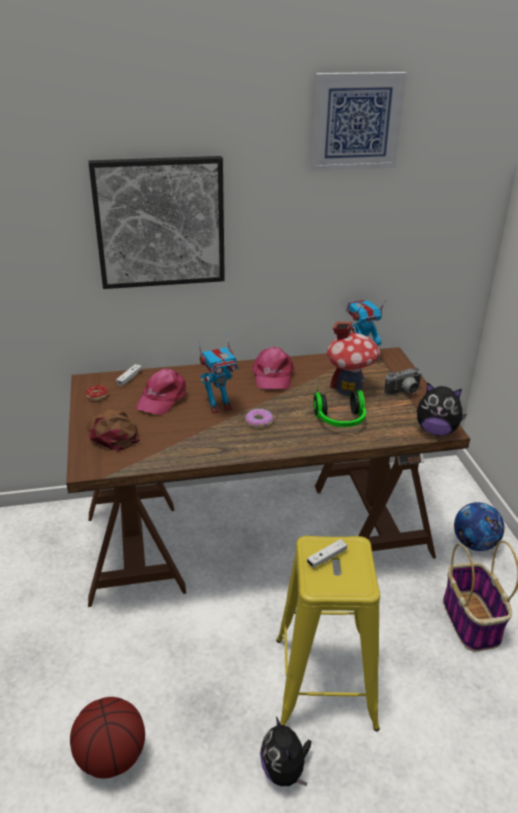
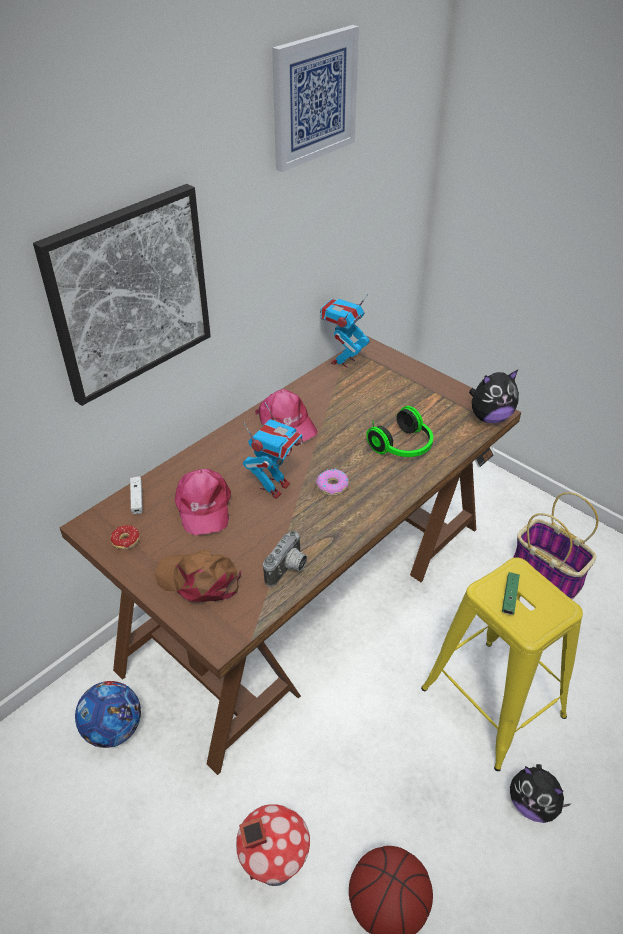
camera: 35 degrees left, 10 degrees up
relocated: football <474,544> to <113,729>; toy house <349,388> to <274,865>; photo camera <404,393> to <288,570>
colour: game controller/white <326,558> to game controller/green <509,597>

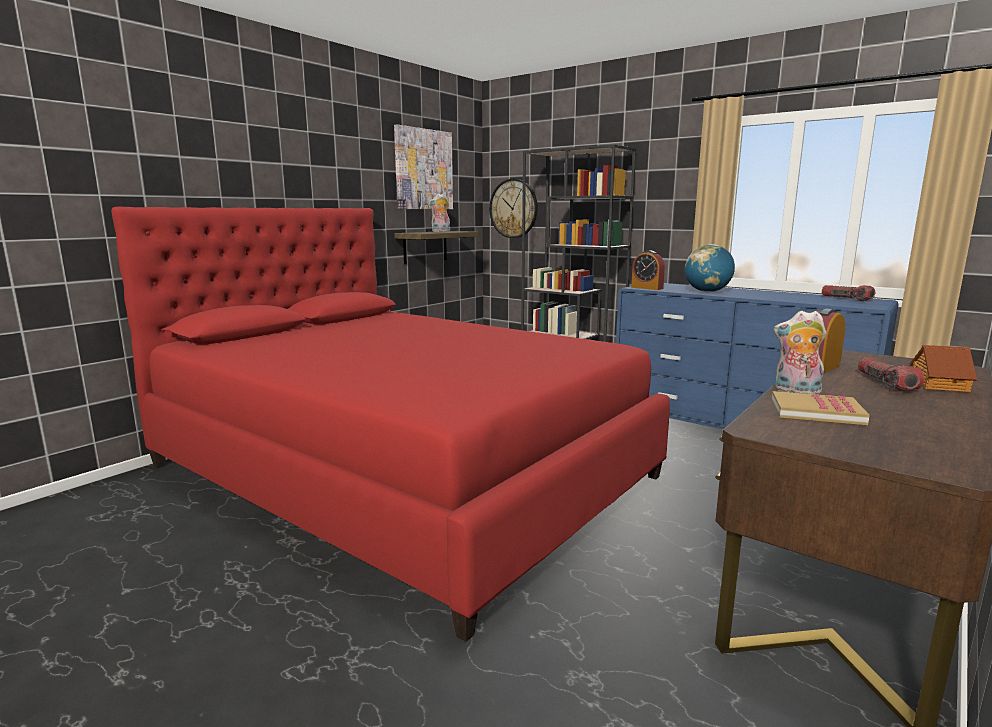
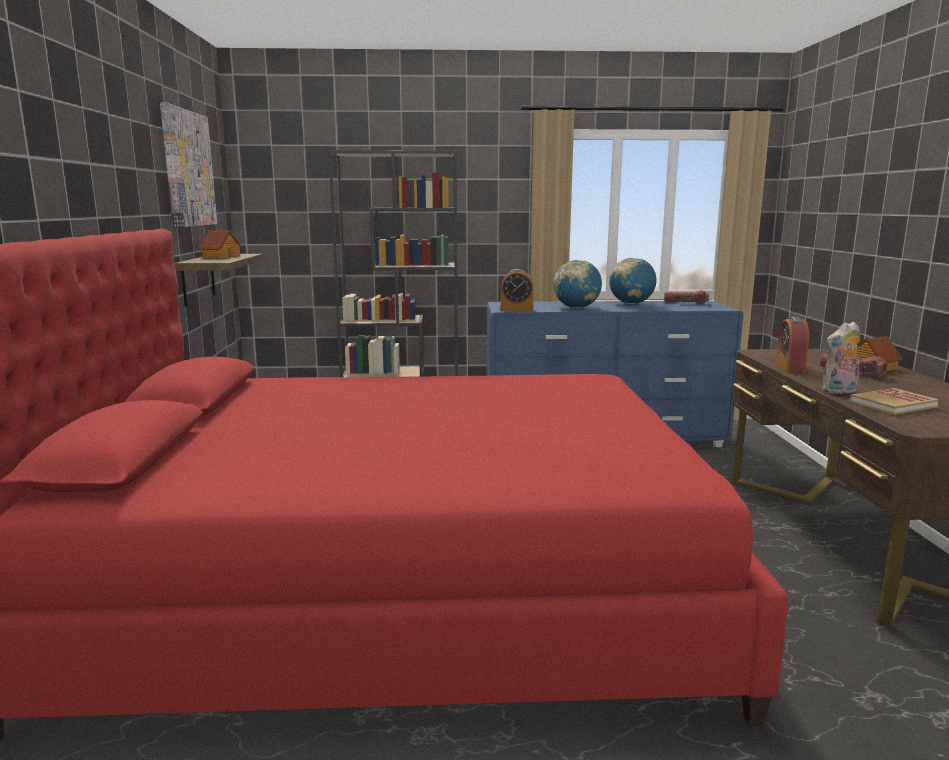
camera: 40 degrees left, 0 degrees up
missing: wall clock <513,208>
appeared: globe <631,303>
exchanged: plush toy <440,231> to toy house <221,256>

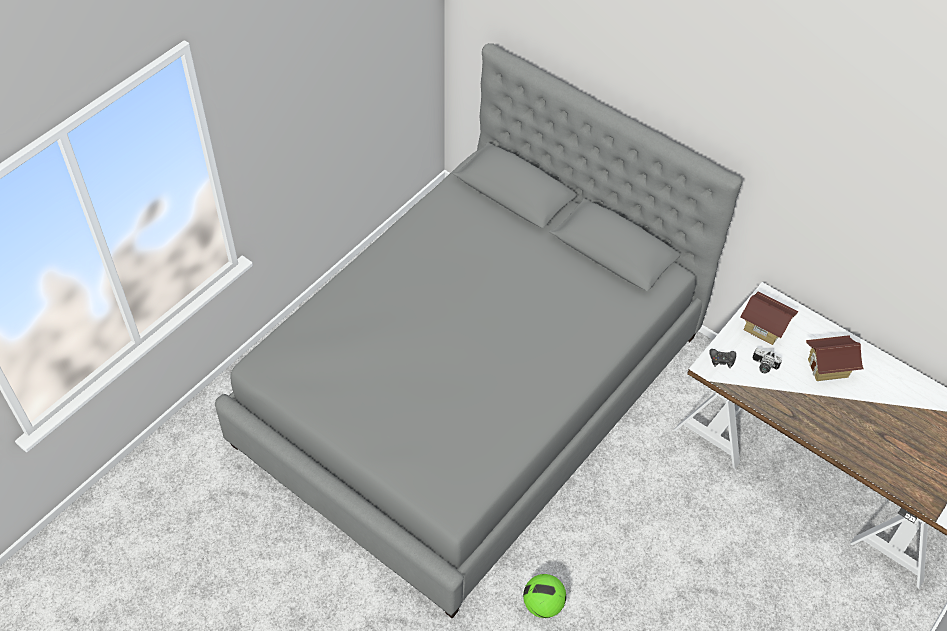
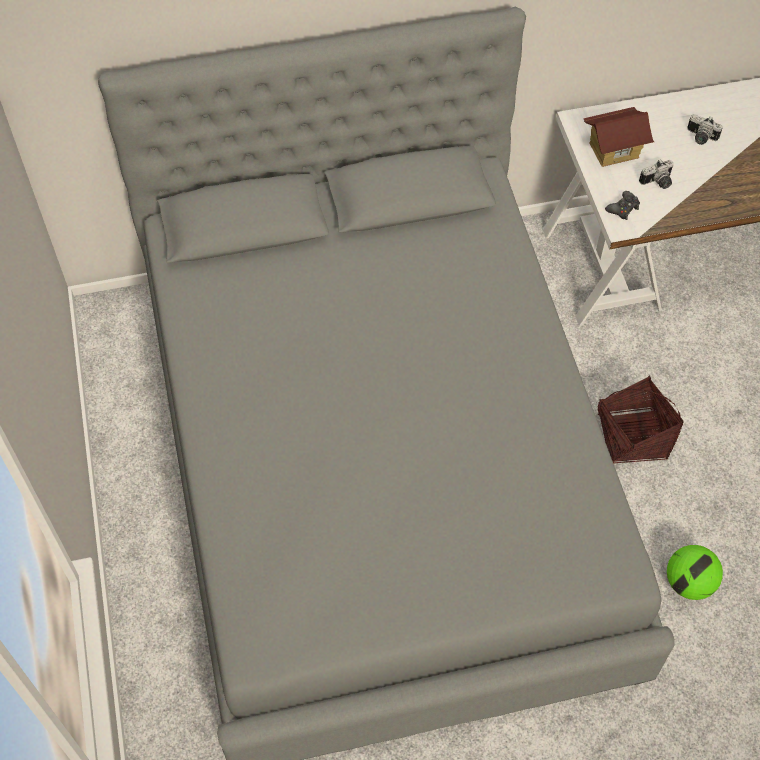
camera: 50 degrees left, 5 degrees up
appeared: basket <631,437>
exchanged: toy house <828,368> to photo camera <700,137>

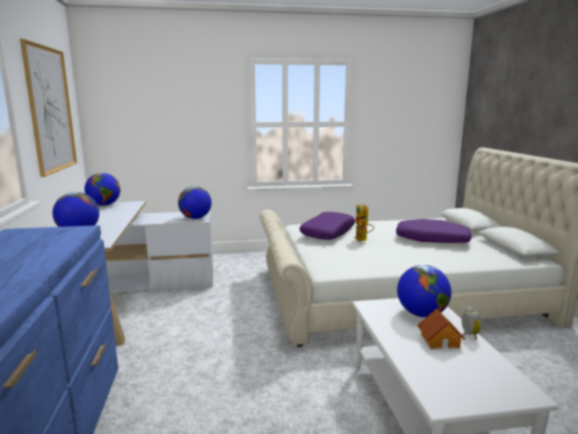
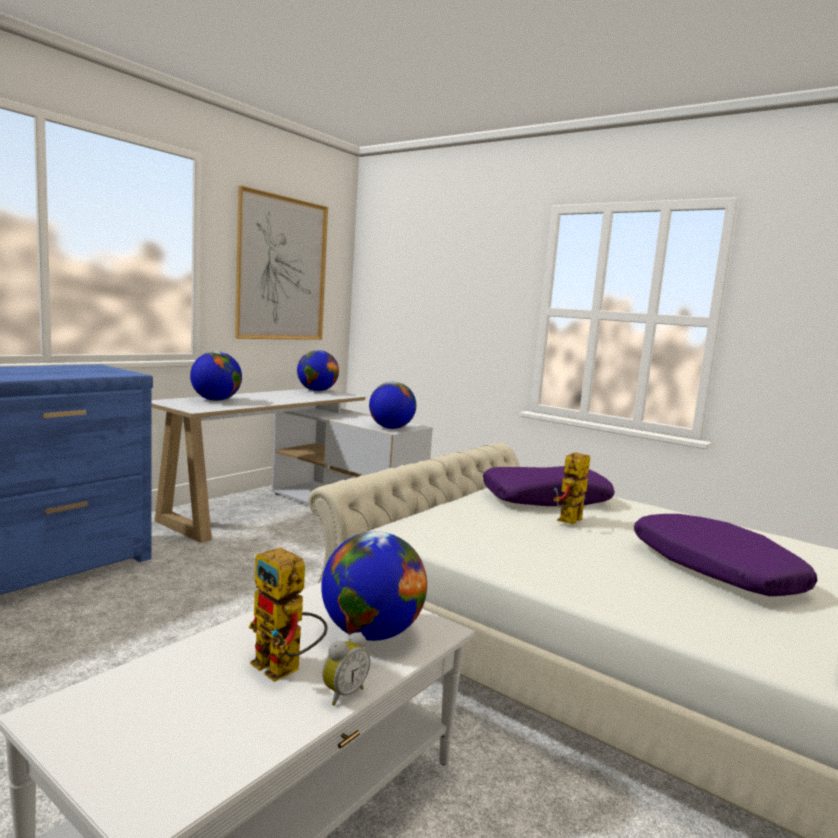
camera: 45 degrees right, 5 degrees down
exchanged: toy house <439,340> to toy robot <285,669>

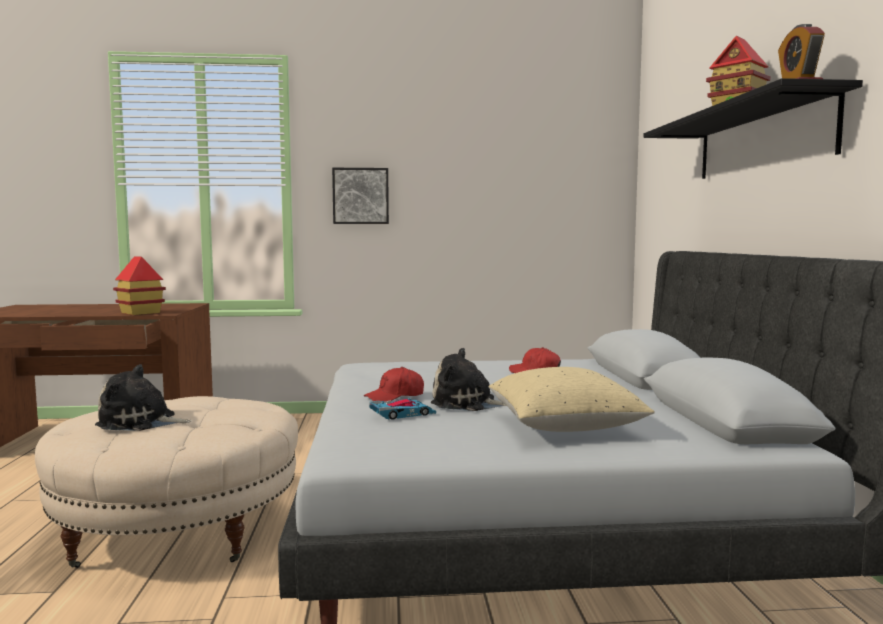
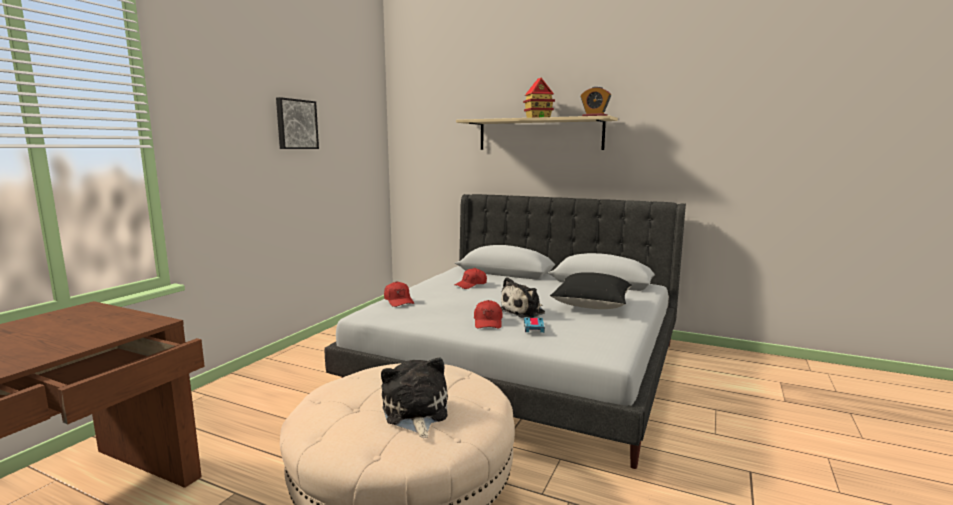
camera: 60 degrees left, 5 degrees up
missing: toy house <140,313>
appeared: cap/red <398,301>
relocated: picture <360,196> to <296,124>
colour: shelf/black <761,140> to shelf/beige <539,134>; pillow/beige <564,426> to pillow/black <591,305>
spun: plush toy <140,422> = <415,413> 135 degrees clockwise

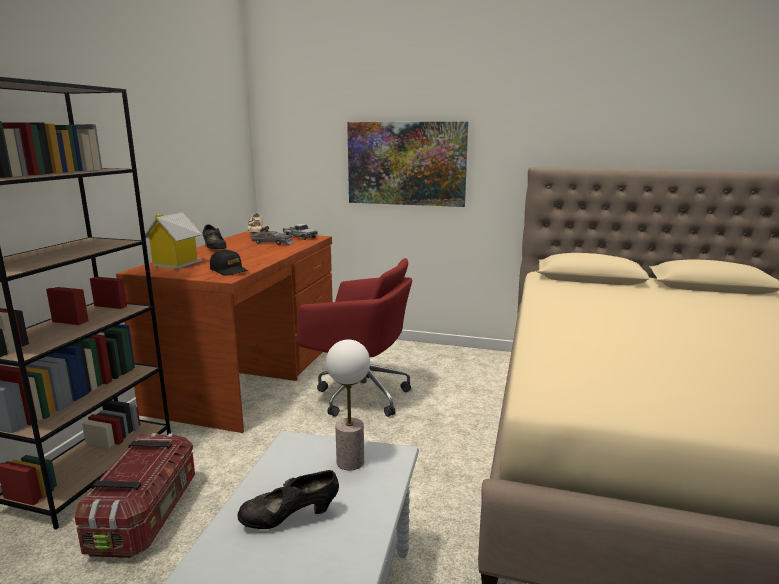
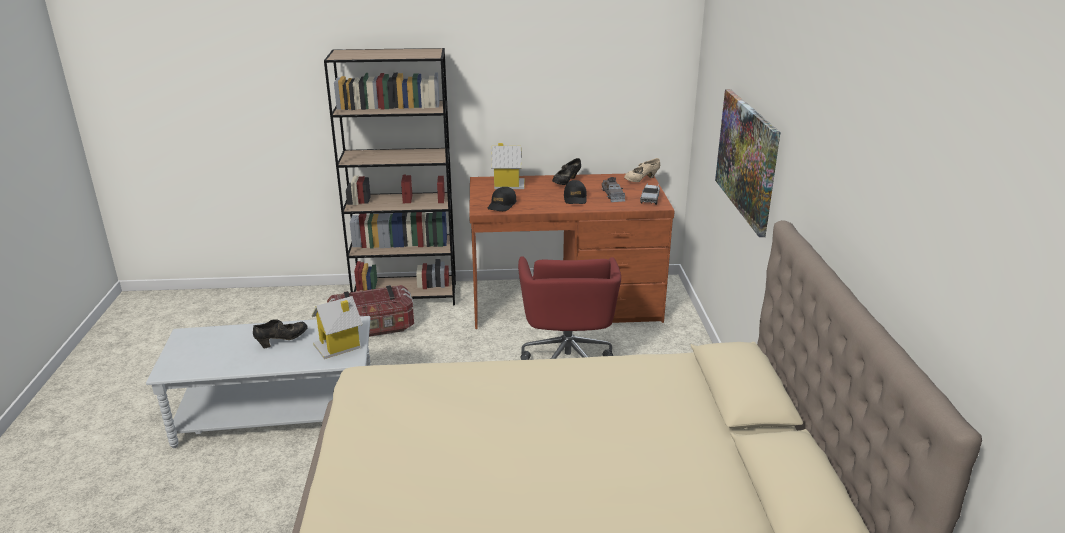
camera: 70 degrees right, 10 degrees up
appeared: cap/black <575,198>
exchanged: table lamp <350,462> to toy house <339,346>
spun: shoe/black <290,518> = <282,341> 90 degrees clockwise

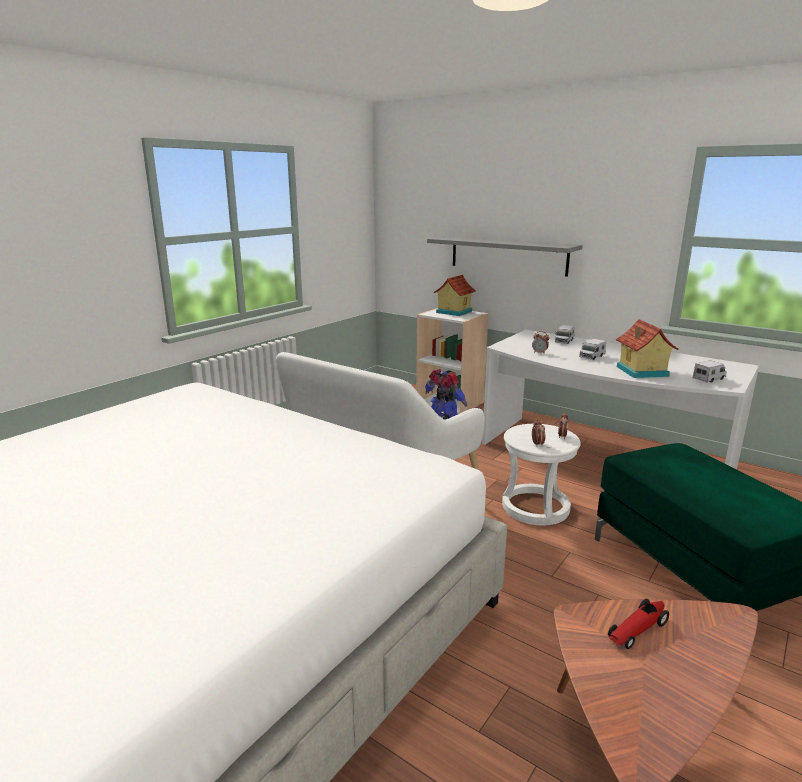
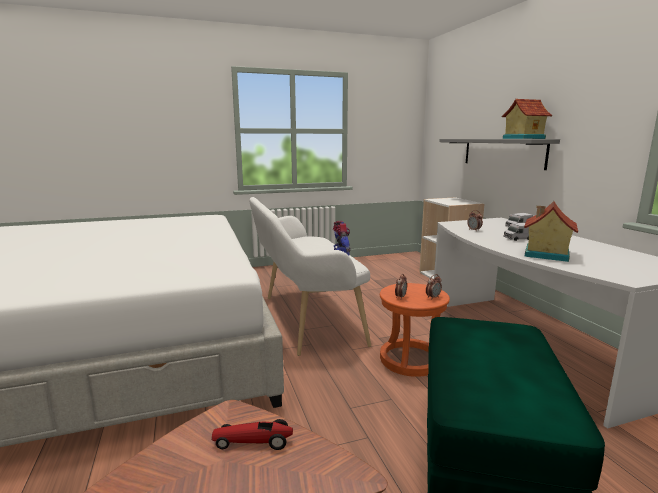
camera: 35 degrees right, 5 degrees down
missing: toy truck <709,379>
relocated: toy house <453,312> to <522,138>
colour: stool/white <535,507> to stool/orange <410,359>

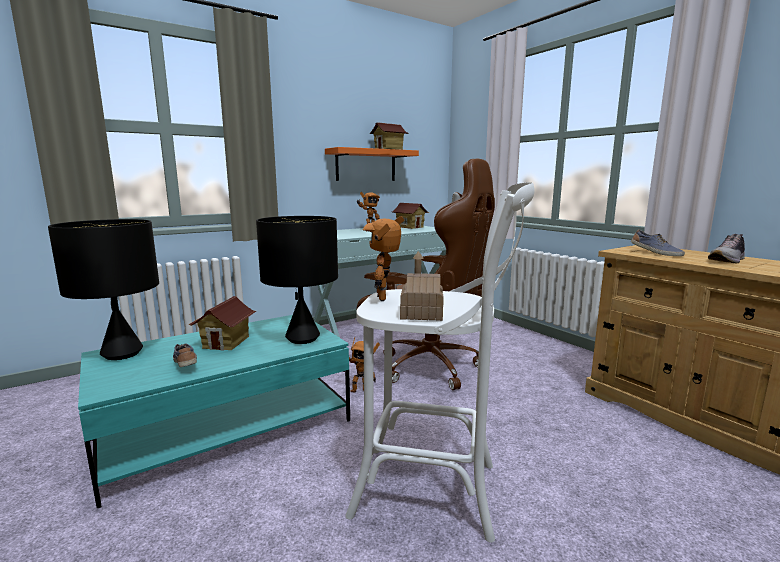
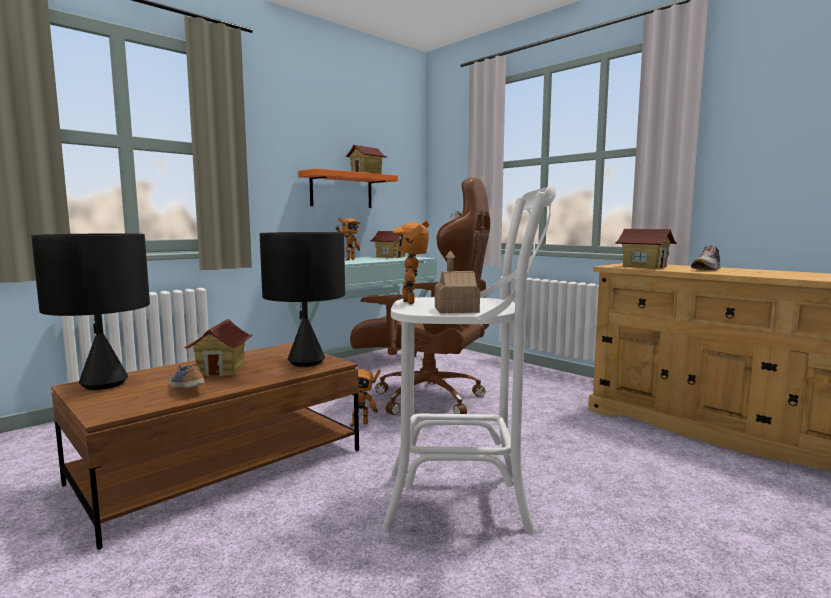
camera: 10 degrees left, 5 degrees down
exchanged: shoe <655,253> to toy house <644,266>
colour: coffee table/turquoise <226,428> to coffee table/brown <220,467>

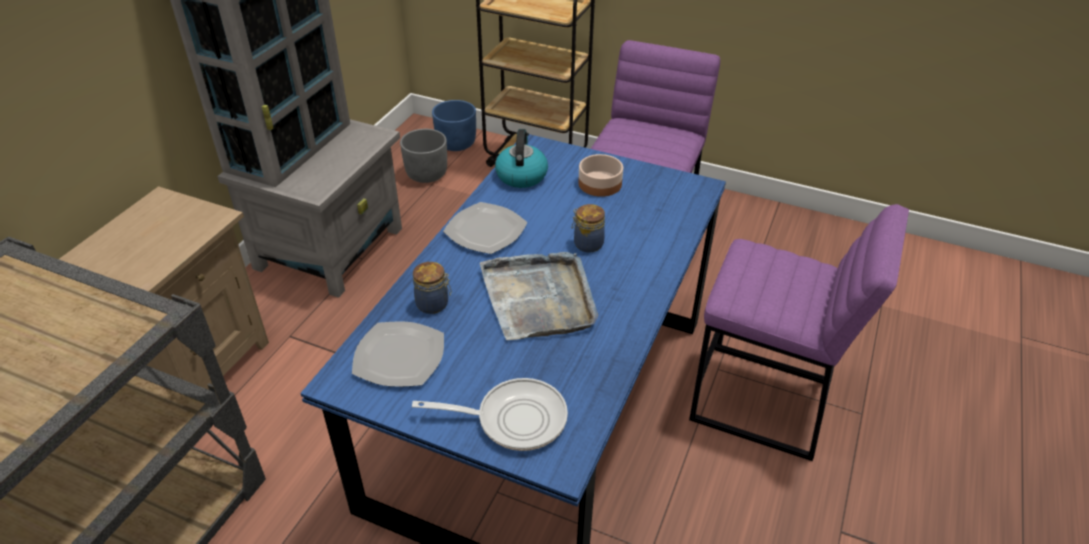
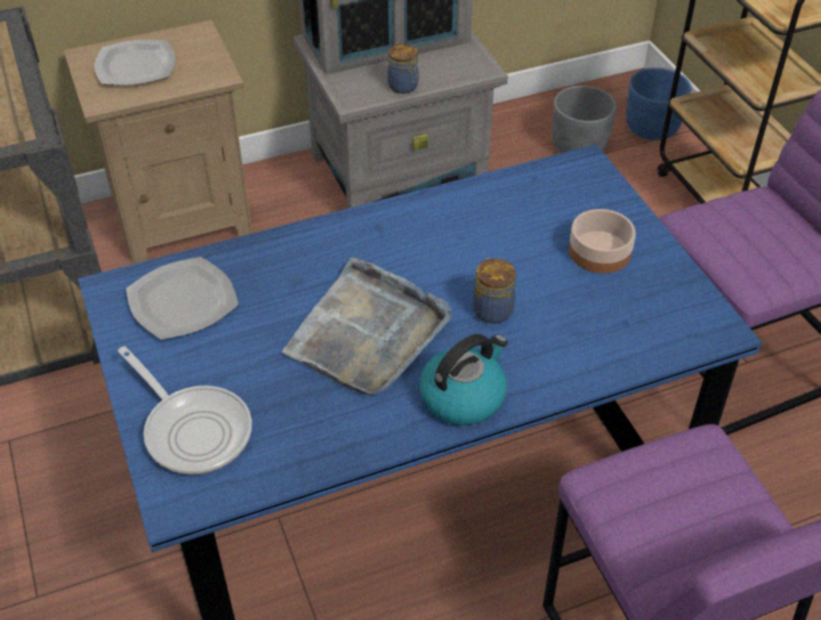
camera: 45 degrees right, 5 degrees up
relocated: plate <484,230> to <135,66>; jar <434,304> to <404,87>; kettle <521,175> to <463,396>

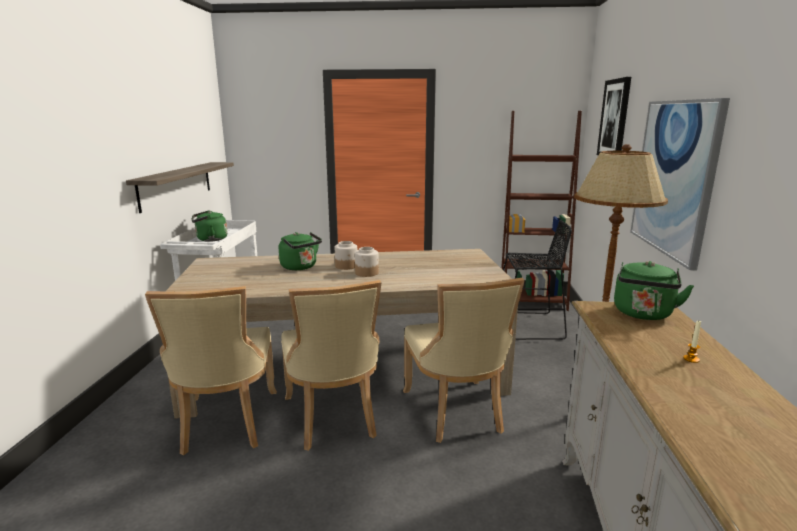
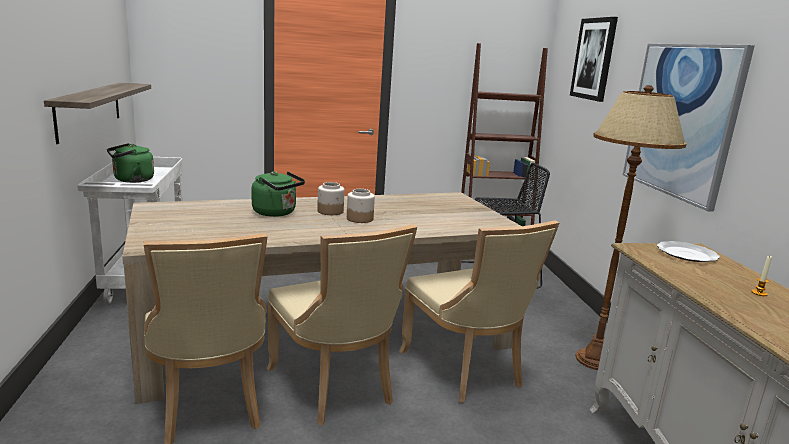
camera: 15 degrees left, 0 degrees up
exchanged: kettle/green <643,314> to plate <686,254>

